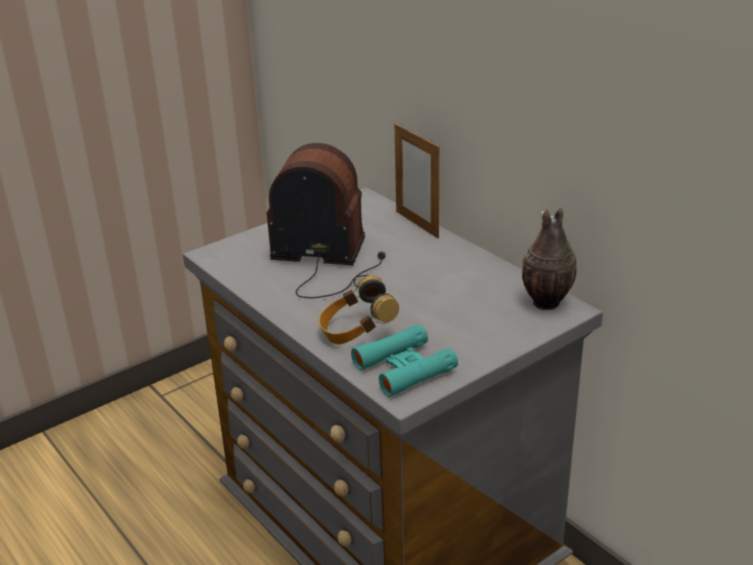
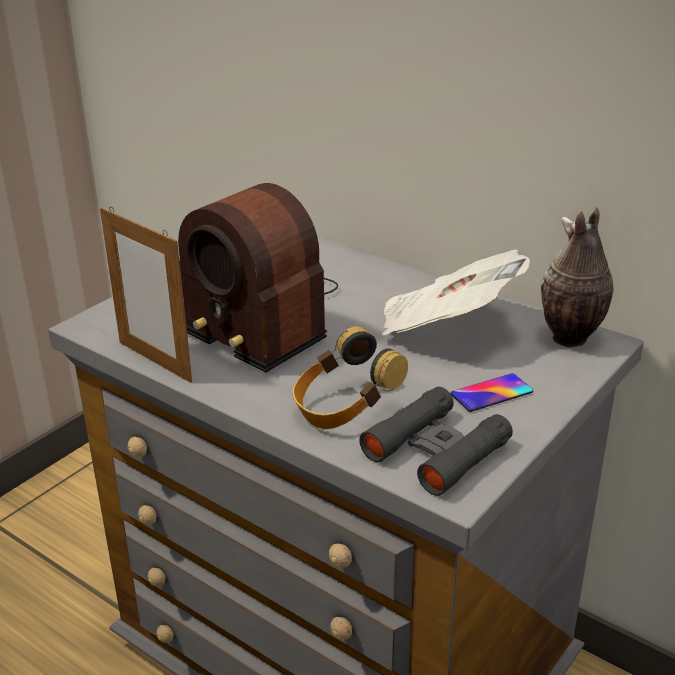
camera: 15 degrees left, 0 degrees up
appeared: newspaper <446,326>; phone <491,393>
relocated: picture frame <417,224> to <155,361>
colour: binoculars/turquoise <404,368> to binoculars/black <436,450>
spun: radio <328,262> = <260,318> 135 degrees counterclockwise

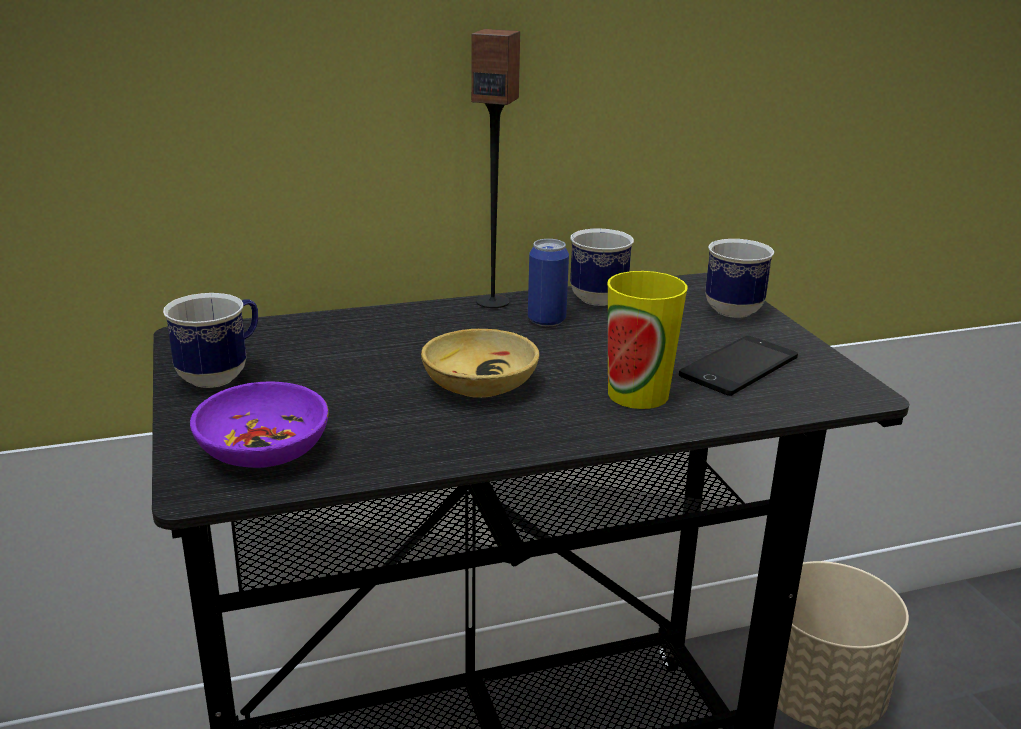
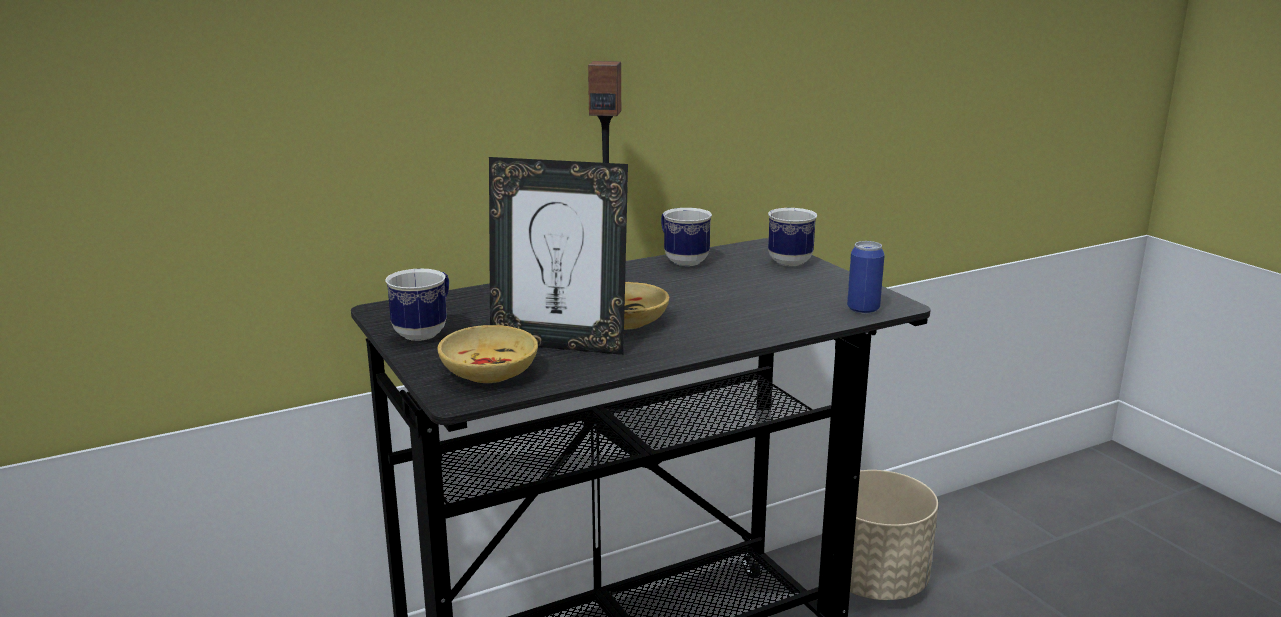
camera: 10 degrees left, 5 degrees down
missing: cup <638,394>; phone <739,367>
appeared: picture frame <559,344>
relocated: can <546,320> to <863,309>
colour: bowl/purple <265,449> to bowl/beige <490,372>

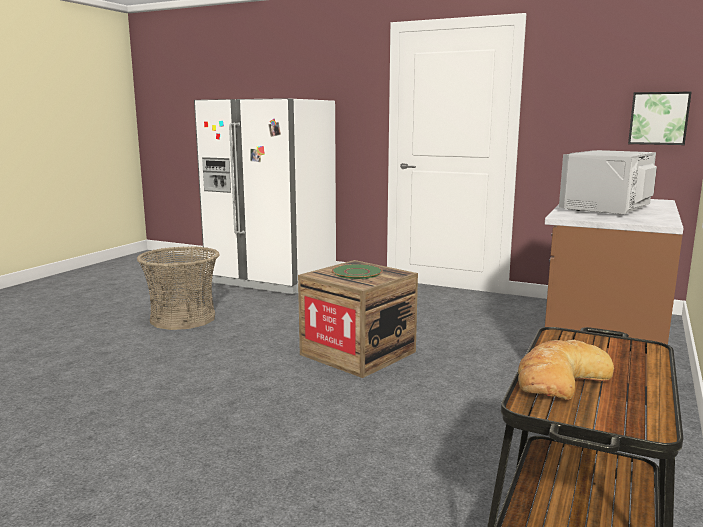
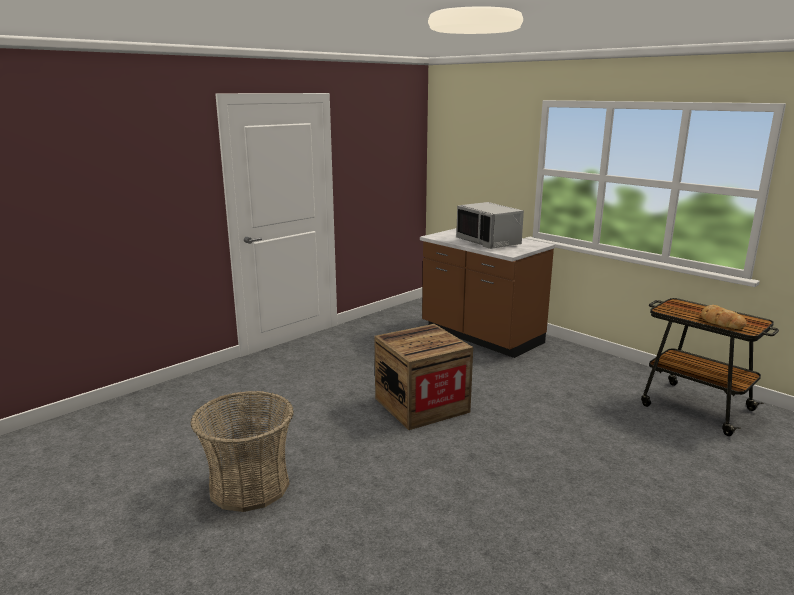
camera: 70 degrees left, 5 degrees up
missing: fridge/white <272,279>; plate/green <357,272>; picture <658,118>

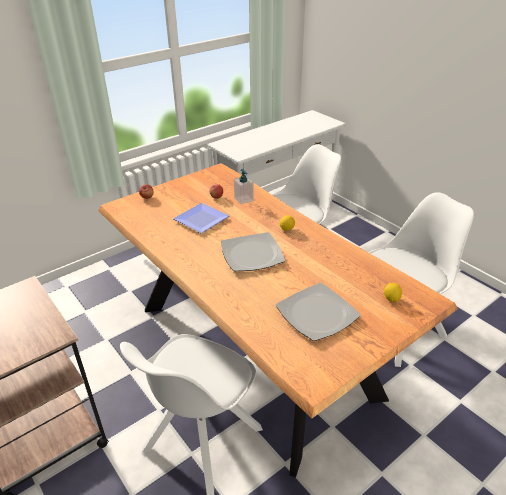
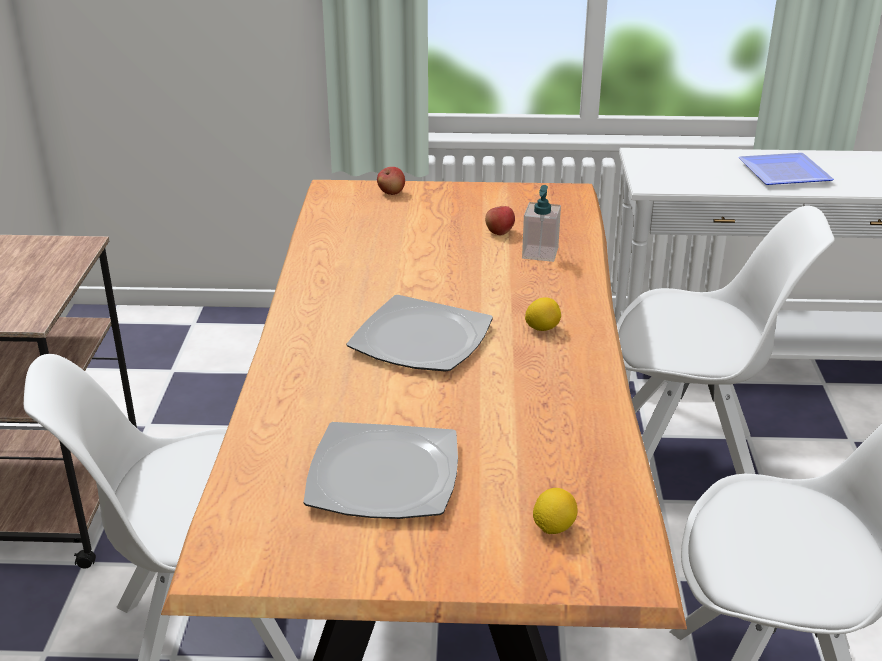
camera: 40 degrees right, 5 degrees down
relocated: plate <201,218> to <785,172>

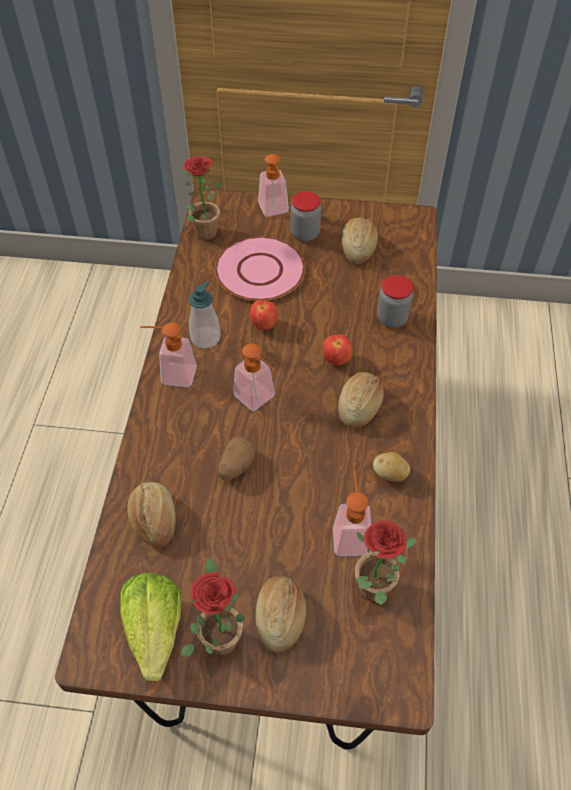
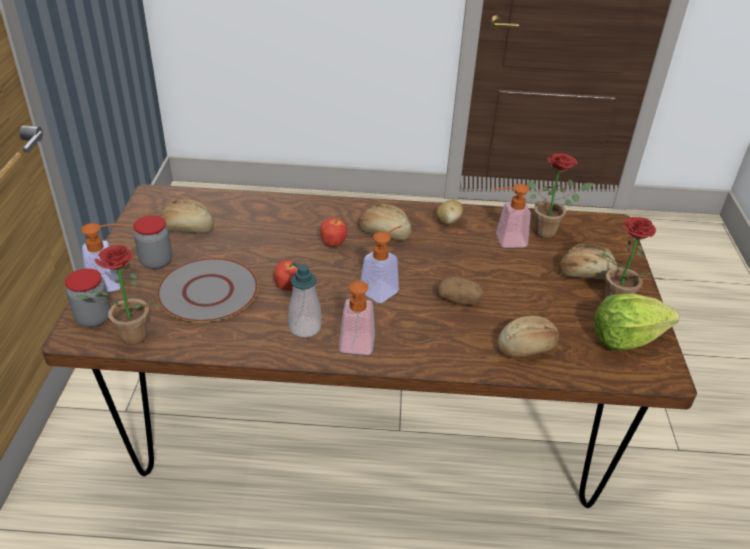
camera: 95 degrees left, 15 degrees down
relocated: jar <392,318> to <93,318>
colour: plate/pink <259,270> to plate/grey <207,292>

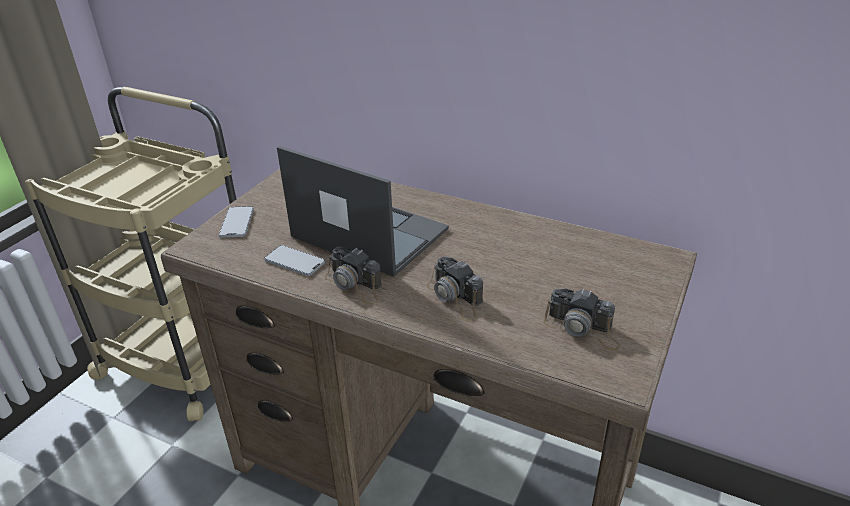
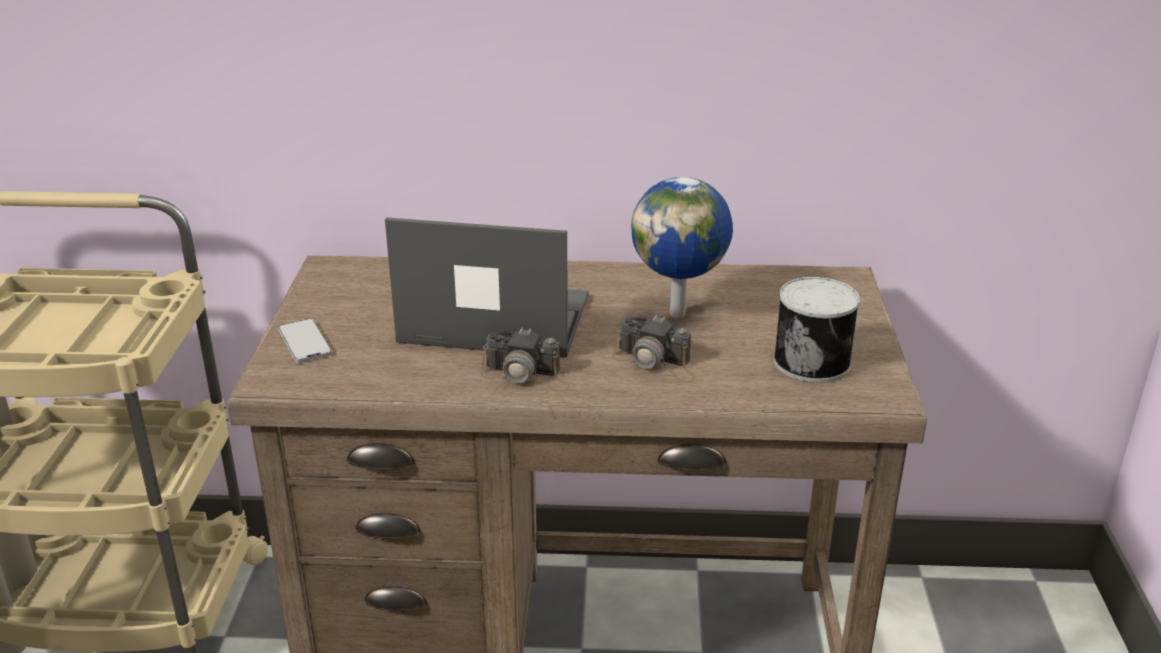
camera: 25 degrees left, 5 degrees down
missing: phone <294,261>
appeared: globe <679,313>
exchanged: photo camera <582,329> to can <813,361>

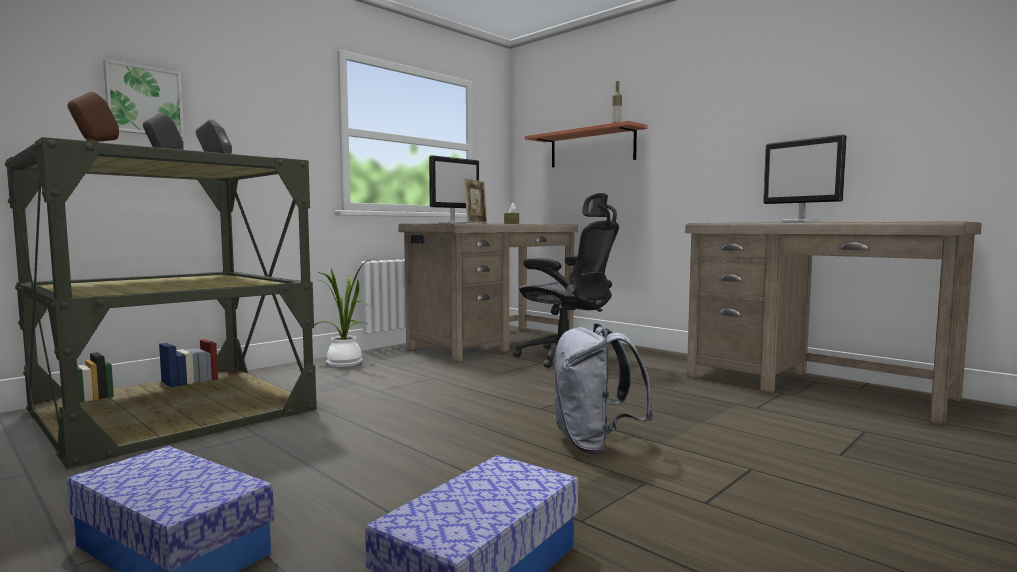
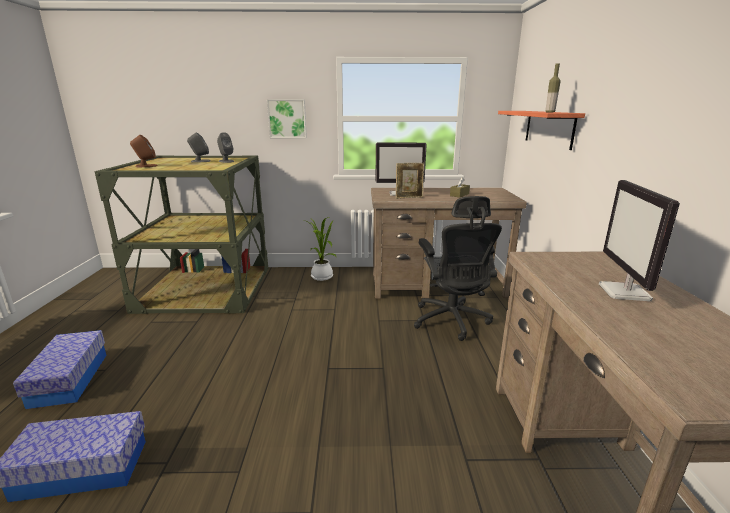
camera: 45 degrees right, 15 degrees up
missing: backpack/grey <595,444>
relocated: picture <144,101> to <287,118>

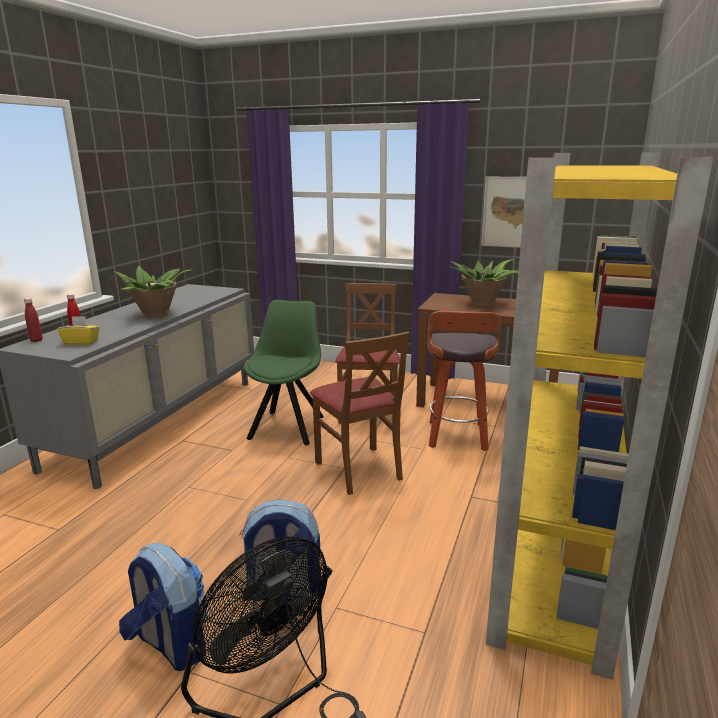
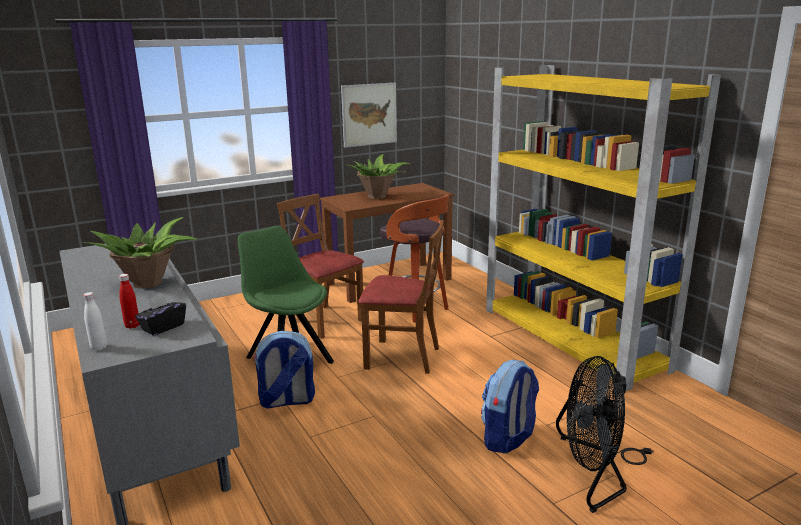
camera: 50 degrees left, 0 degrees up
relocated: backpack <170,644> to <286,401>
colour: bottle/red <36,340> to bottle/white <99,347>; tissue box/yellow <81,342> to tissue box/black <163,327>

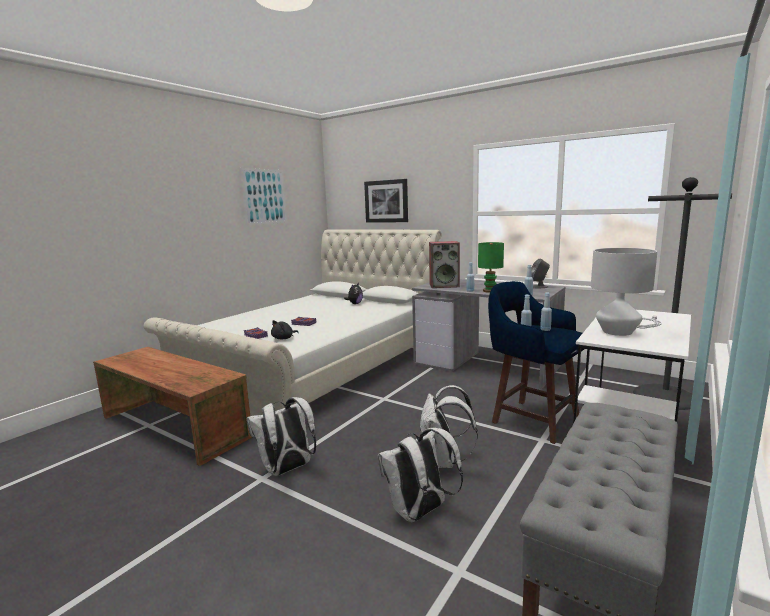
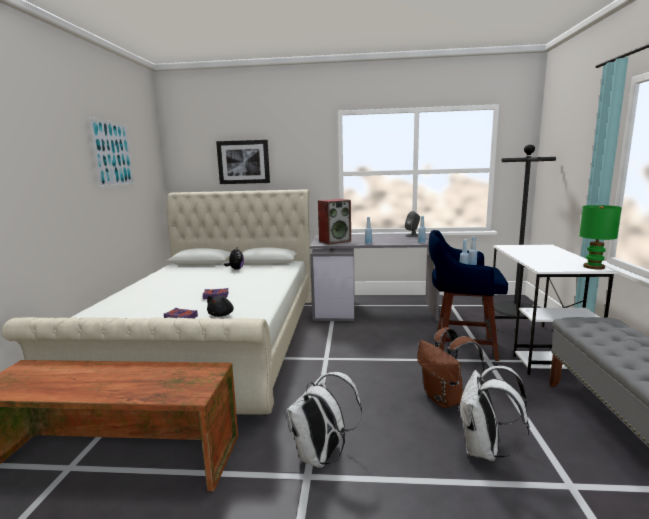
camera: 30 degrees left, 0 degrees up
missing: table lamp/white <626,328>
relocated: table lamp/green <490,291> to <594,267>
colour: backpack/white <443,462> to backpack/brown <446,400>

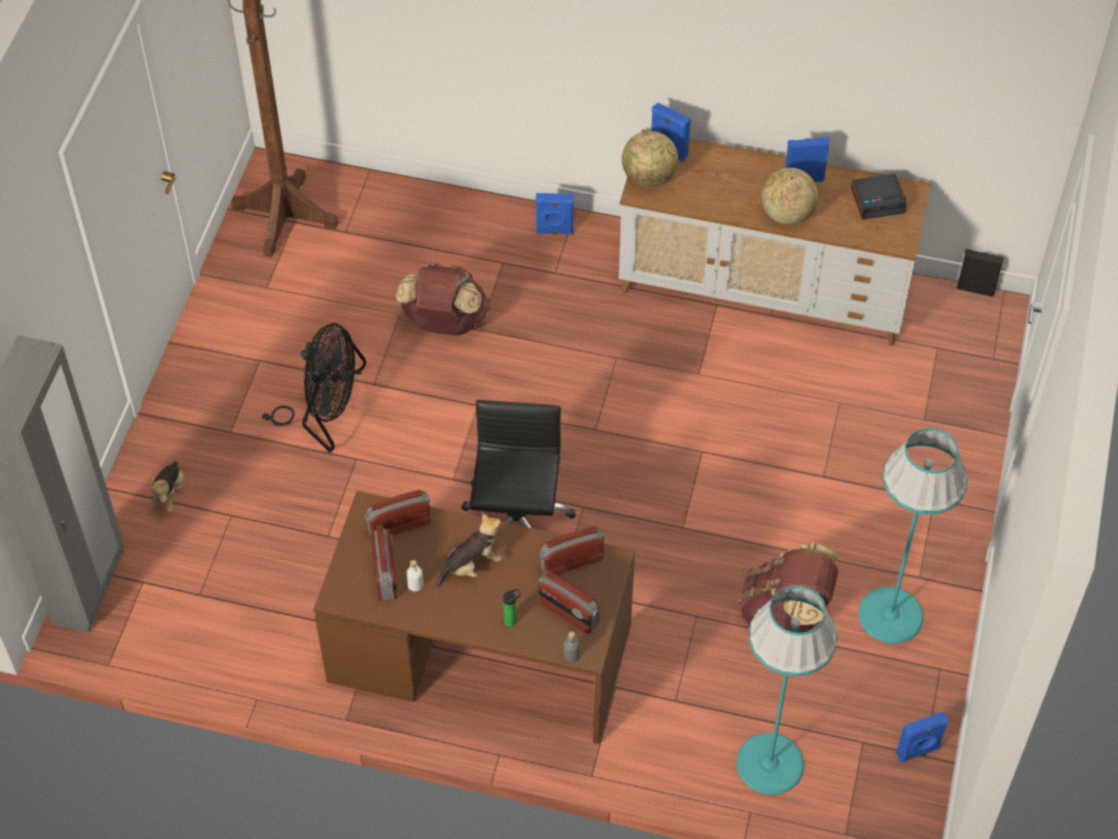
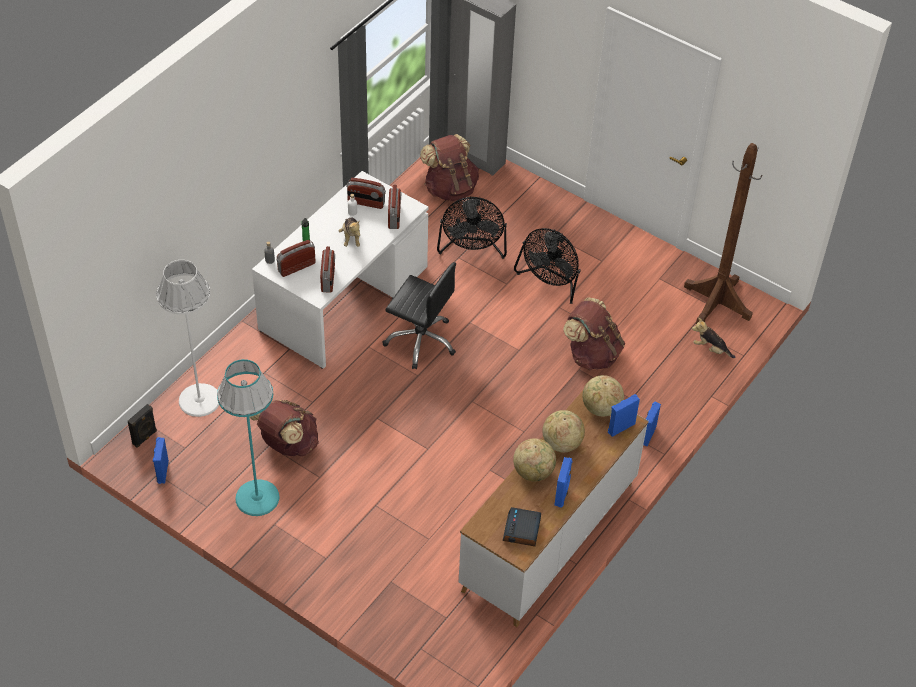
camera: 110 degrees right, 5 degrees down
appeared: backpack/brown <450,188>; fan/black <470,246>; globe <561,443>
relocated: speaker/black <976,288> to <145,438>; plush toy <169,494> to <711,349>
colour: floor lamp/turquoise <770,764> to floor lamp/white <199,400>; desk/brown <480,655> to desk/white <343,298>

